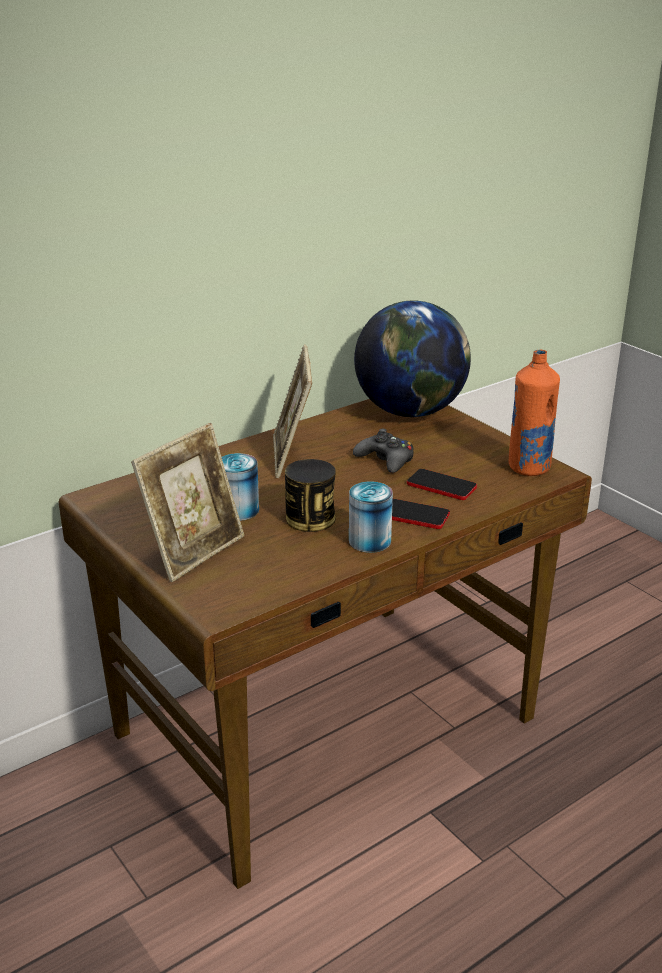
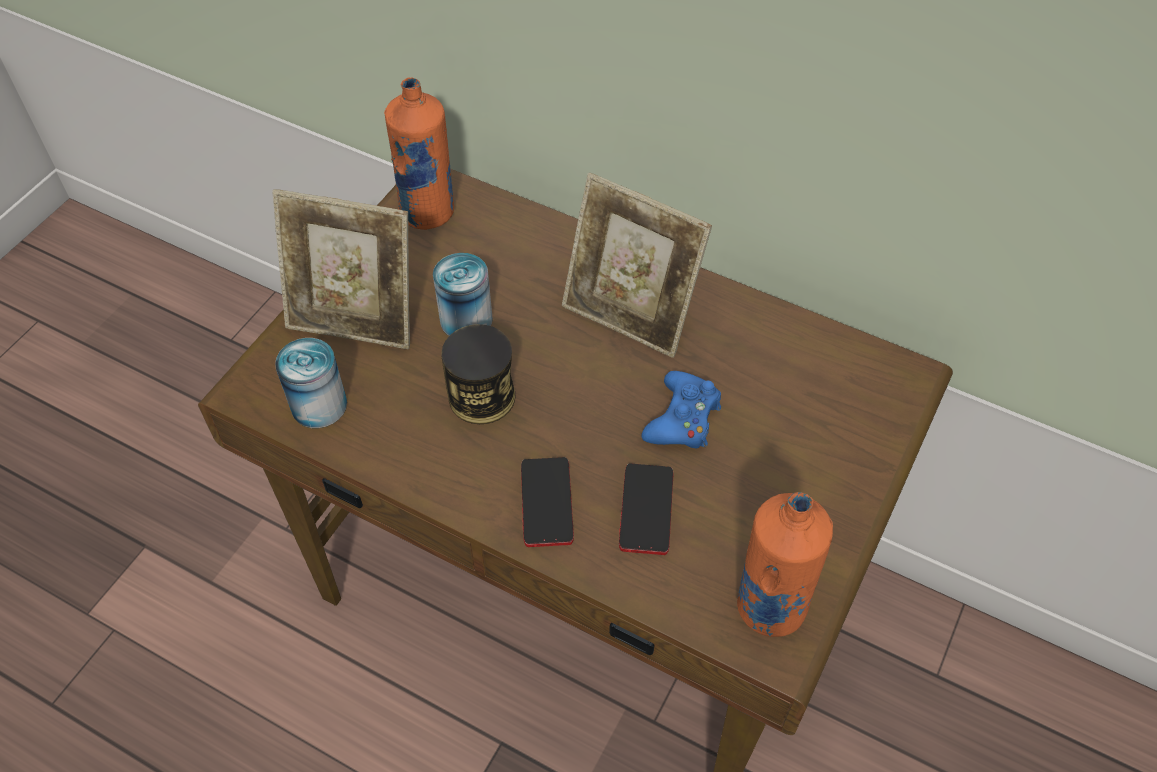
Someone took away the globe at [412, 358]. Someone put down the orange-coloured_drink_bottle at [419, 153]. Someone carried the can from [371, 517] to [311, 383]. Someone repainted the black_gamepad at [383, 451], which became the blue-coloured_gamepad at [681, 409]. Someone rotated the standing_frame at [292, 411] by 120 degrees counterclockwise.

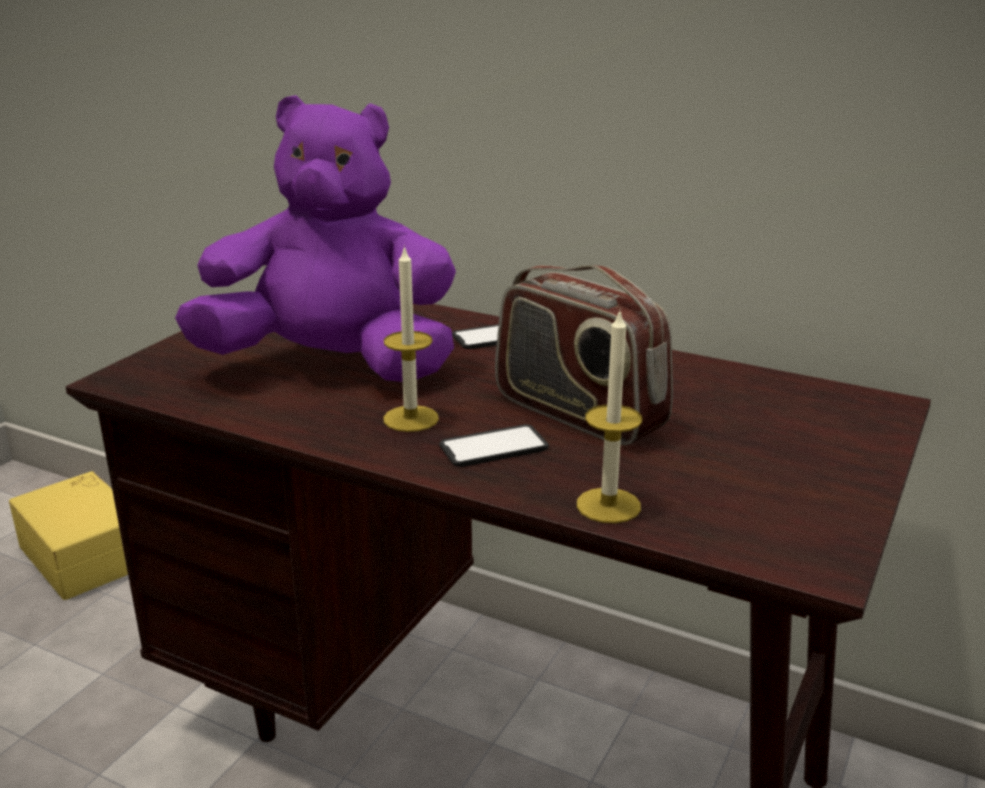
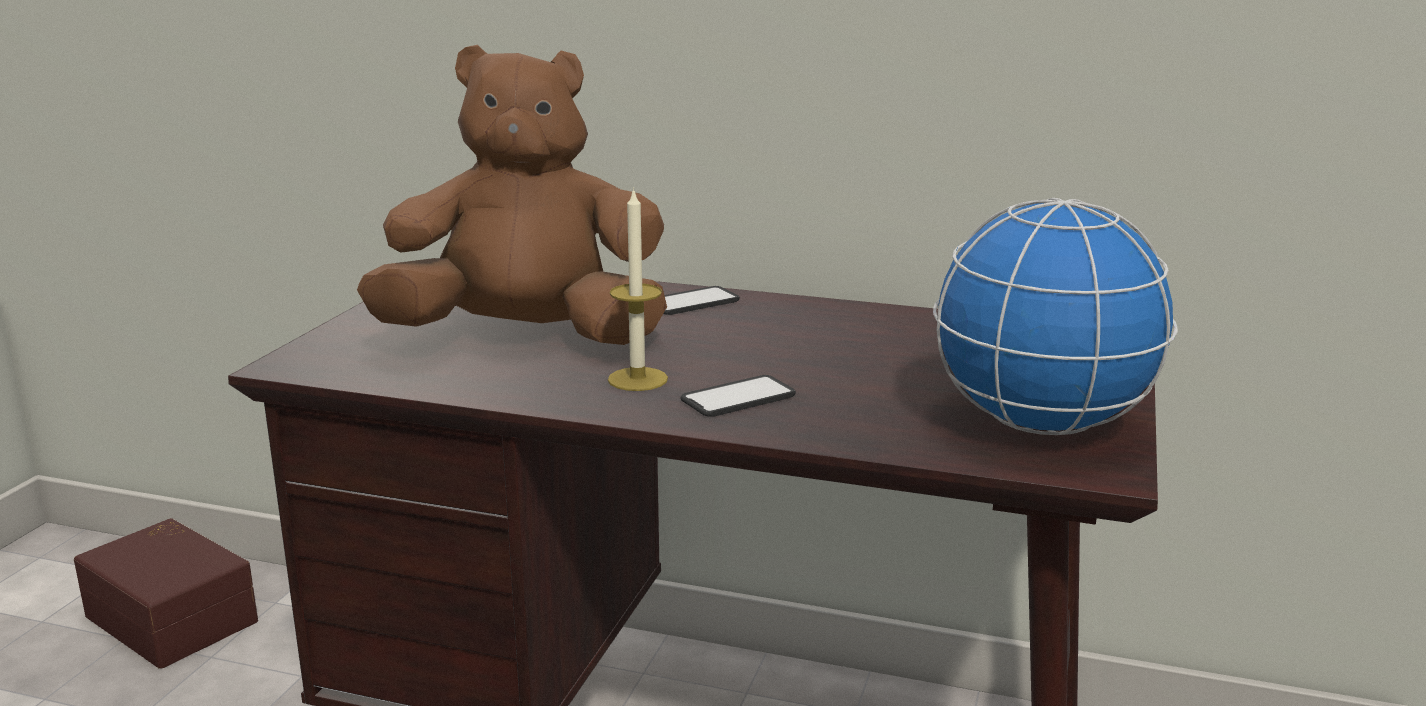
Someone took away the radio_set at [584, 355]. Someone took away the wax_candle at [609, 416]. Someone put down the globe at [1055, 316]. Someone repainted the yellowish_storage_box at [68, 535], which became the brown-coloured_storage_box at [166, 593]. Someone repainted the purple-coloured_plush_toy at [315, 238], which became the brown-coloured_plush_toy at [512, 195].

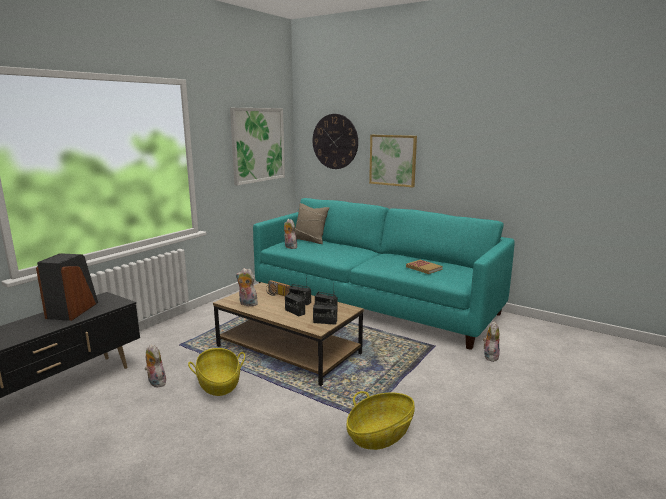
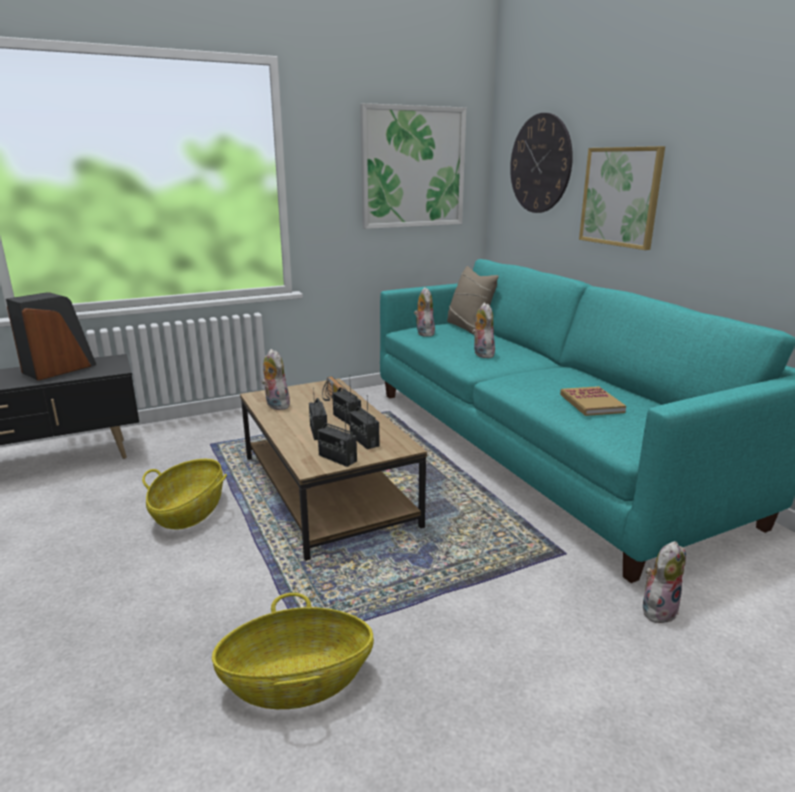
Someone carried the plush_toy from [155, 366] to [483, 330].

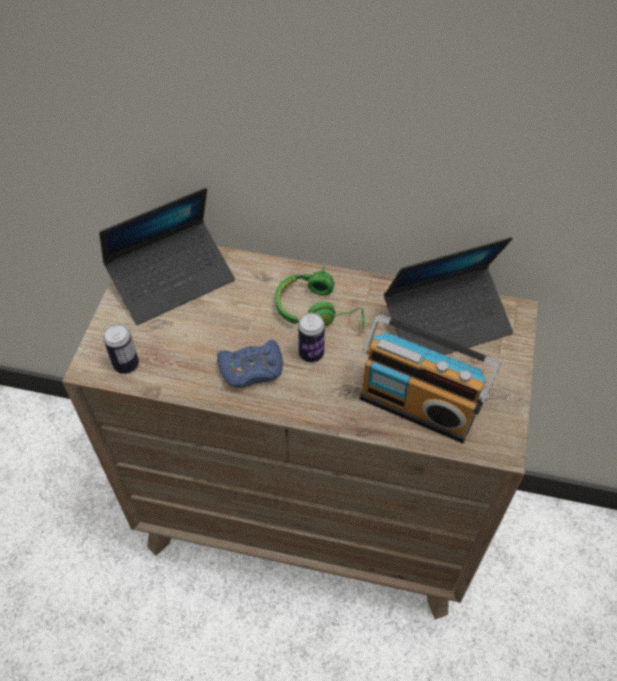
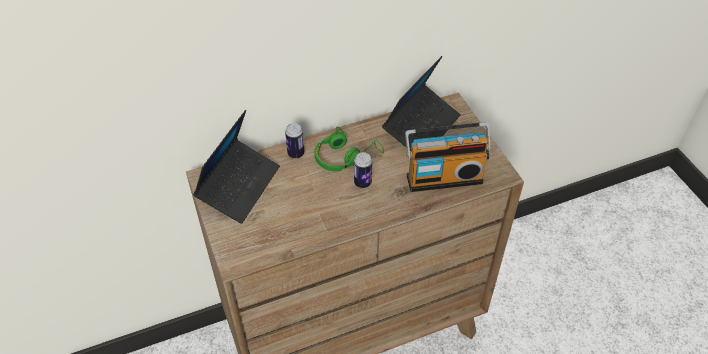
Someone took away the blue-coloured_gamepad at [250, 364]. Someone carried the can from [121, 349] to [295, 140].

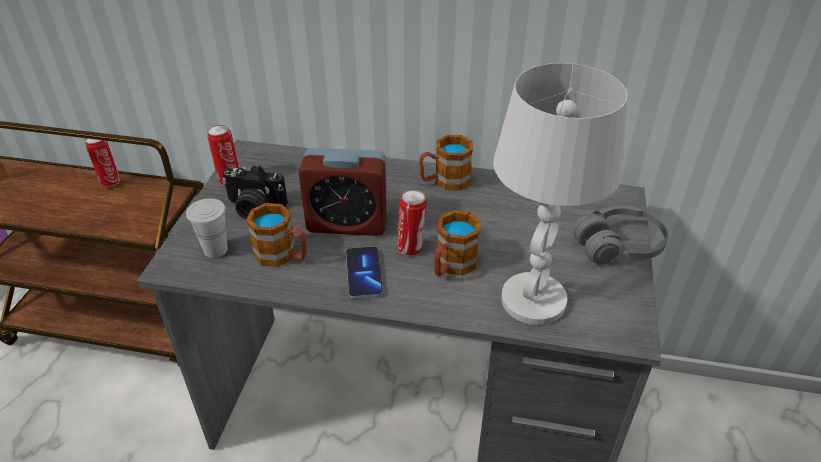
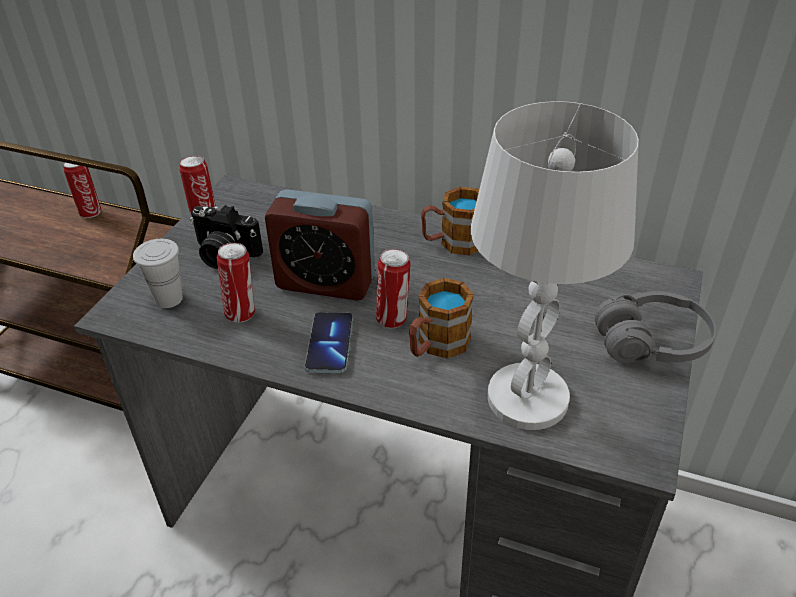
Someone swapped the mug at [276, 235] for the can at [236, 283].

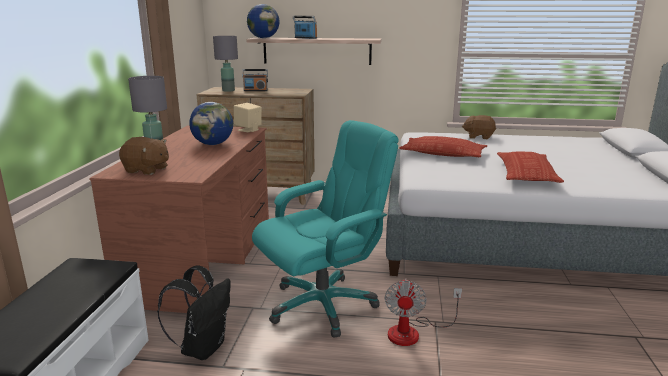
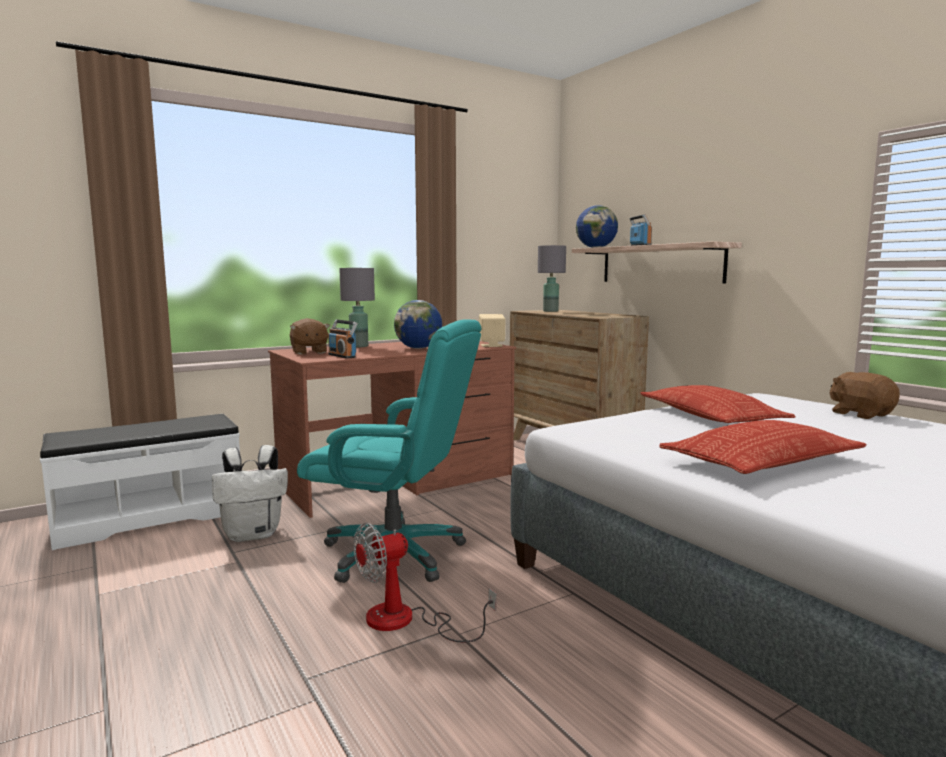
Someone carried the radio_set from [255, 80] to [343, 339]. Someone repainted the black_knapsack at [194, 312], which became the white_knapsack at [250, 493].

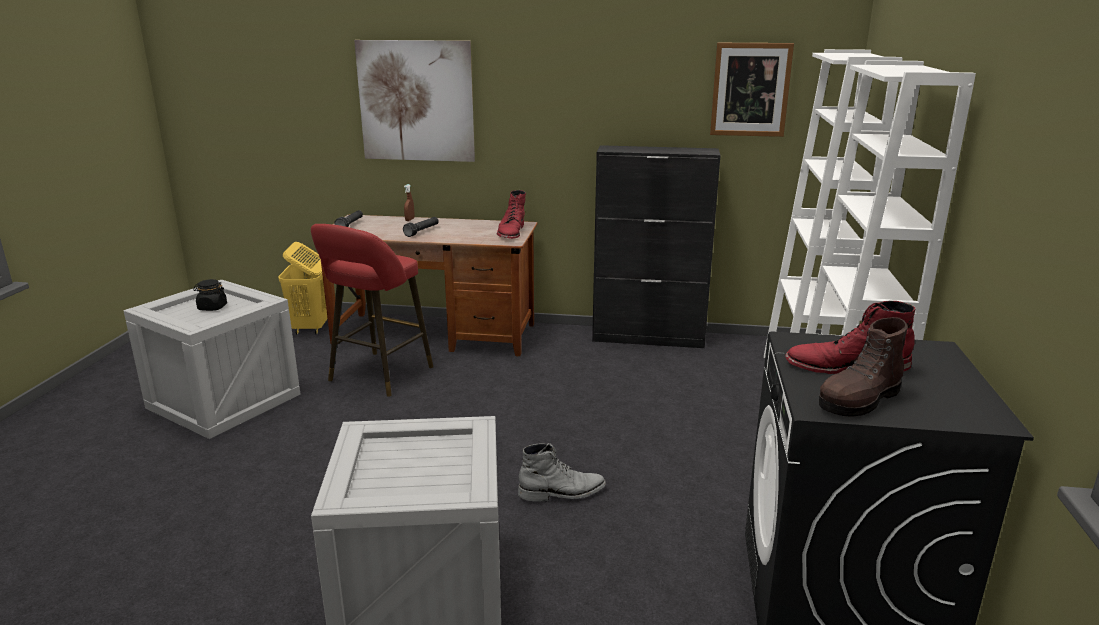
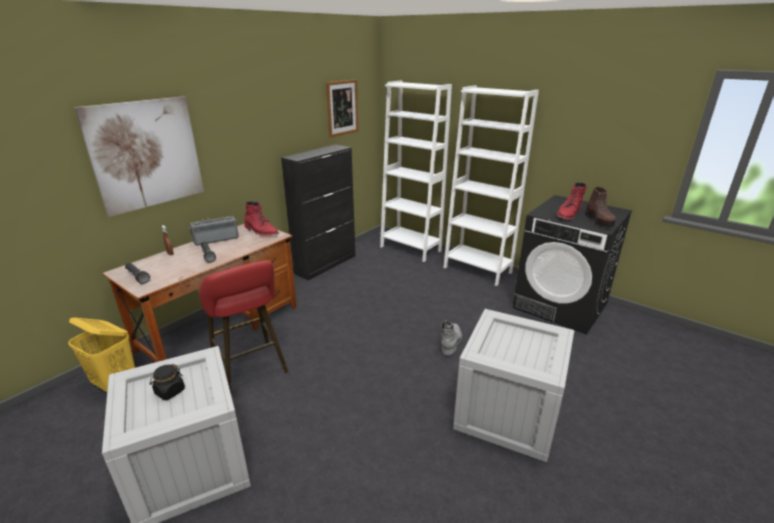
Someone put down the radio_set at [214, 231].

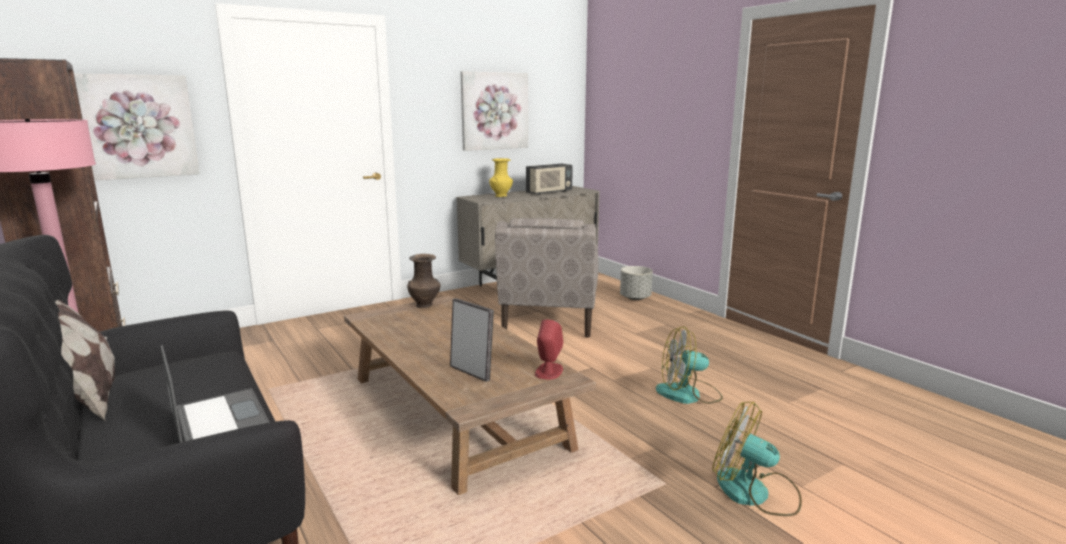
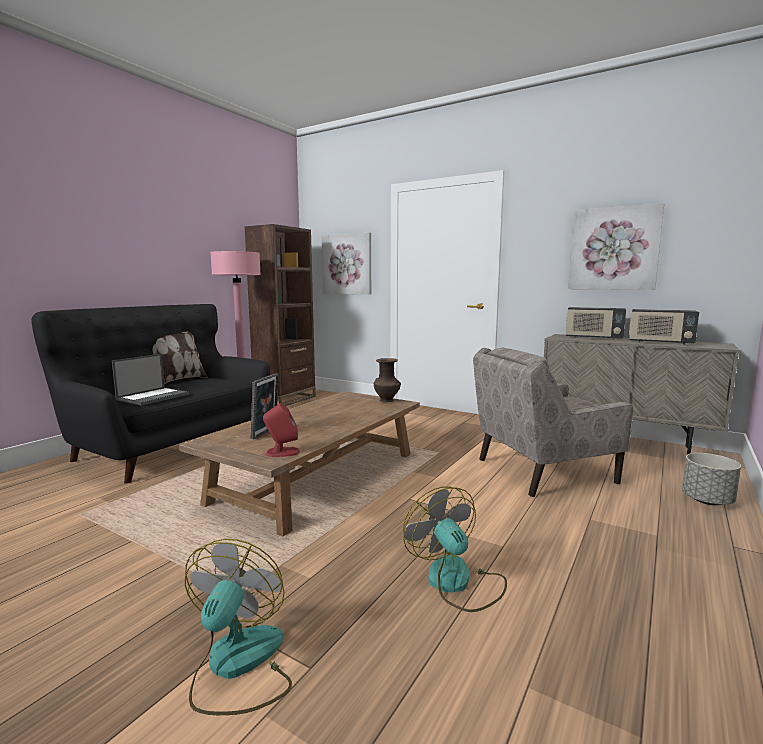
Someone swapped the yellowish_vase at [501, 177] for the radio_set at [596, 323].

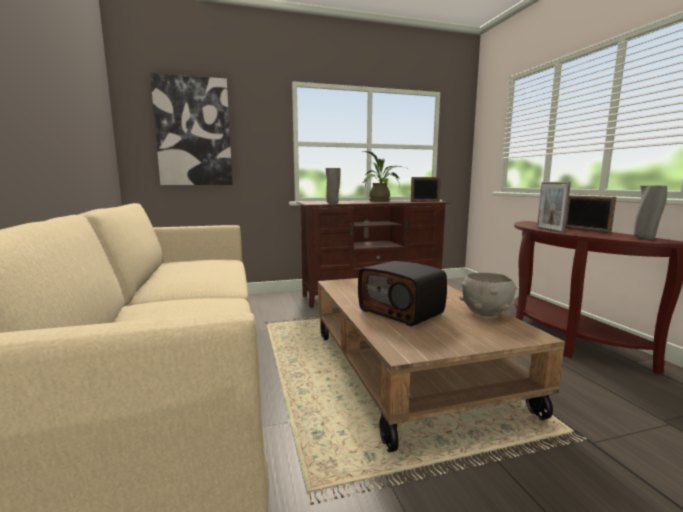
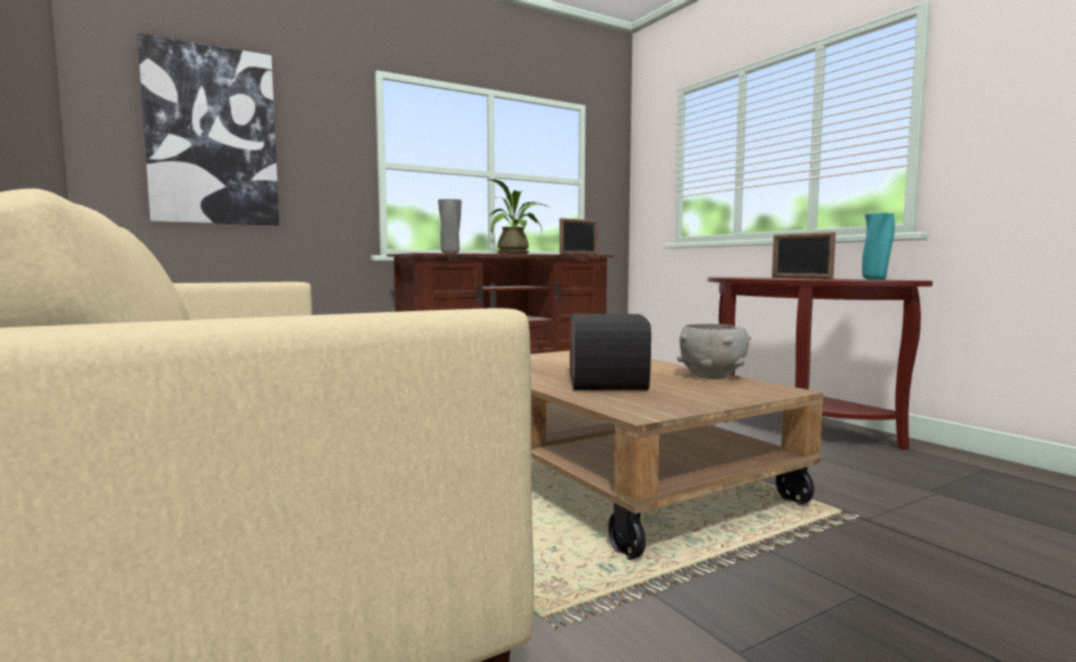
Someone took away the standing_frame at [554, 207]. Someone repainted the grey_vase at [650, 212], which became the turquoise_vase at [878, 246]. Someone rotated the radio_set at [402, 293] by 120 degrees counterclockwise.

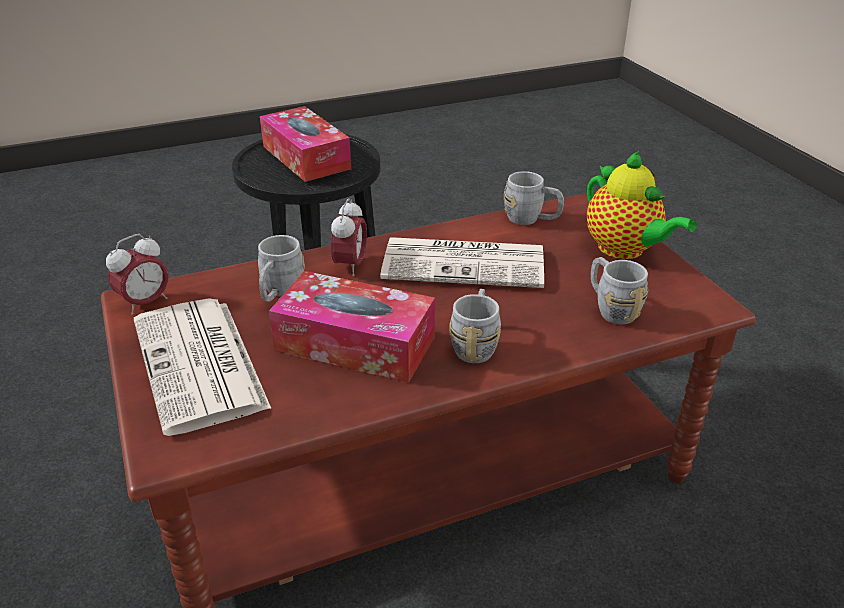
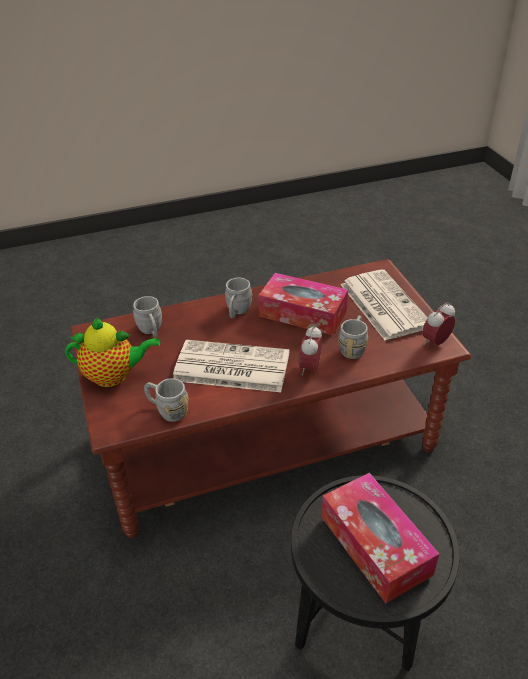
Someone rotated the pot_for_tea at [642, 205] by 120 degrees clockwise.

